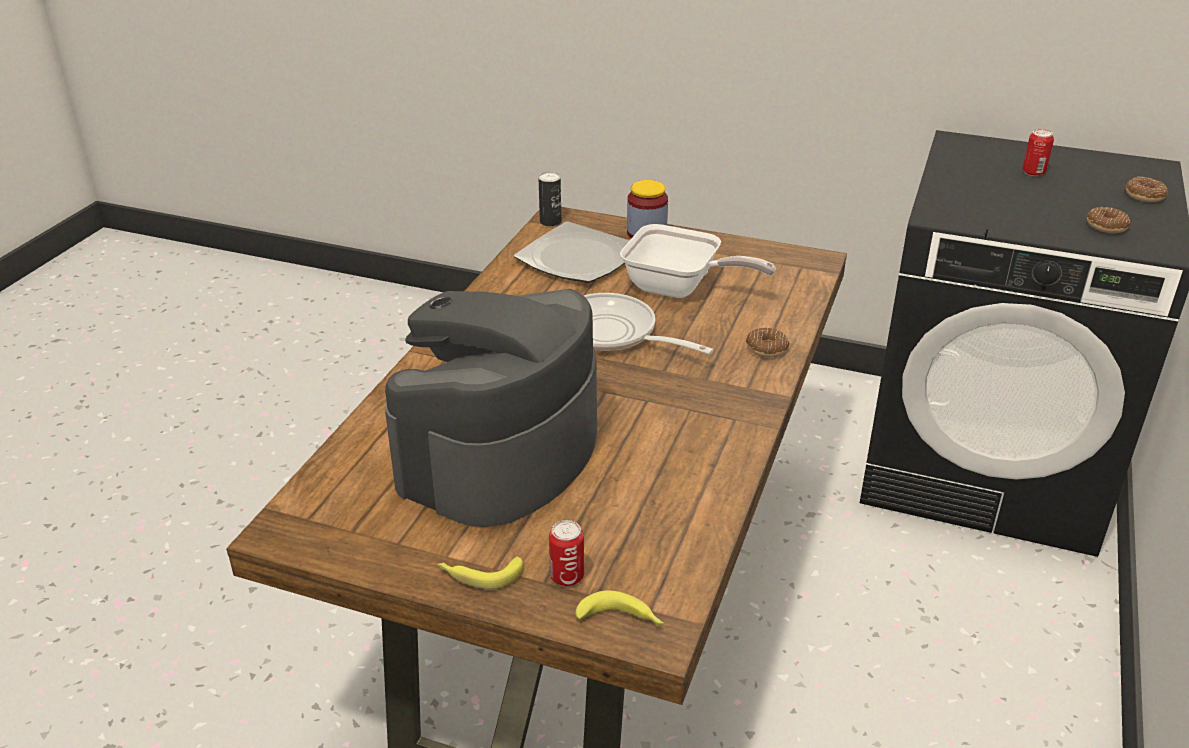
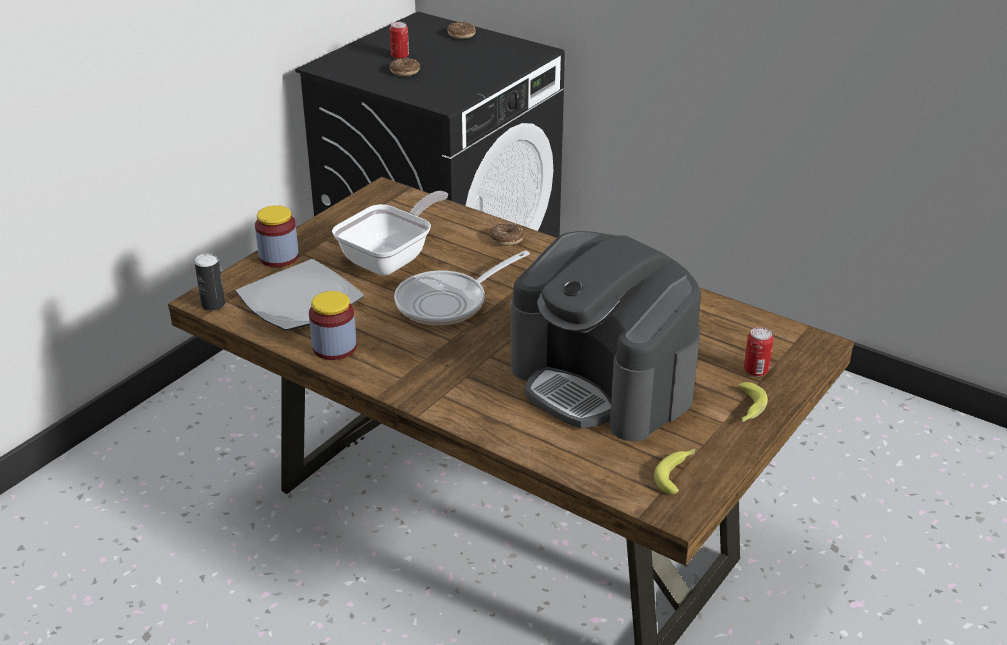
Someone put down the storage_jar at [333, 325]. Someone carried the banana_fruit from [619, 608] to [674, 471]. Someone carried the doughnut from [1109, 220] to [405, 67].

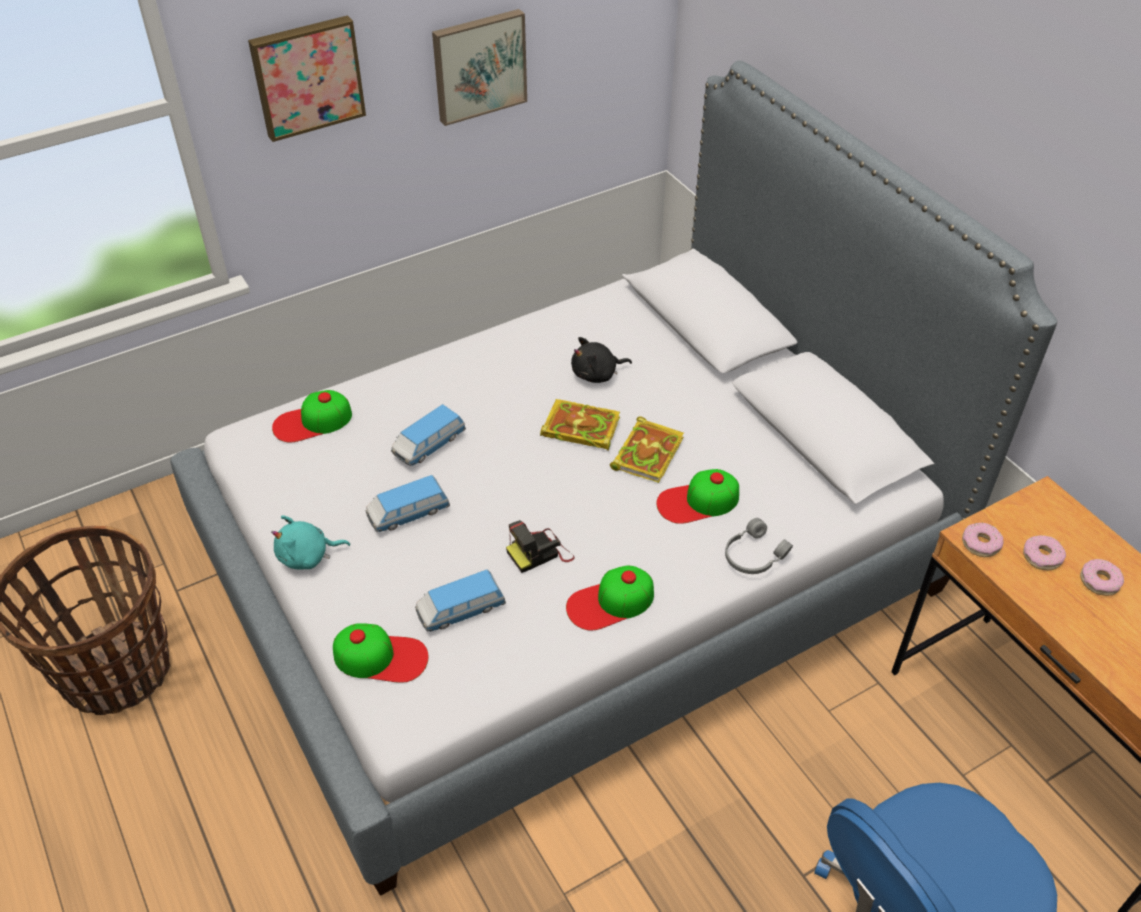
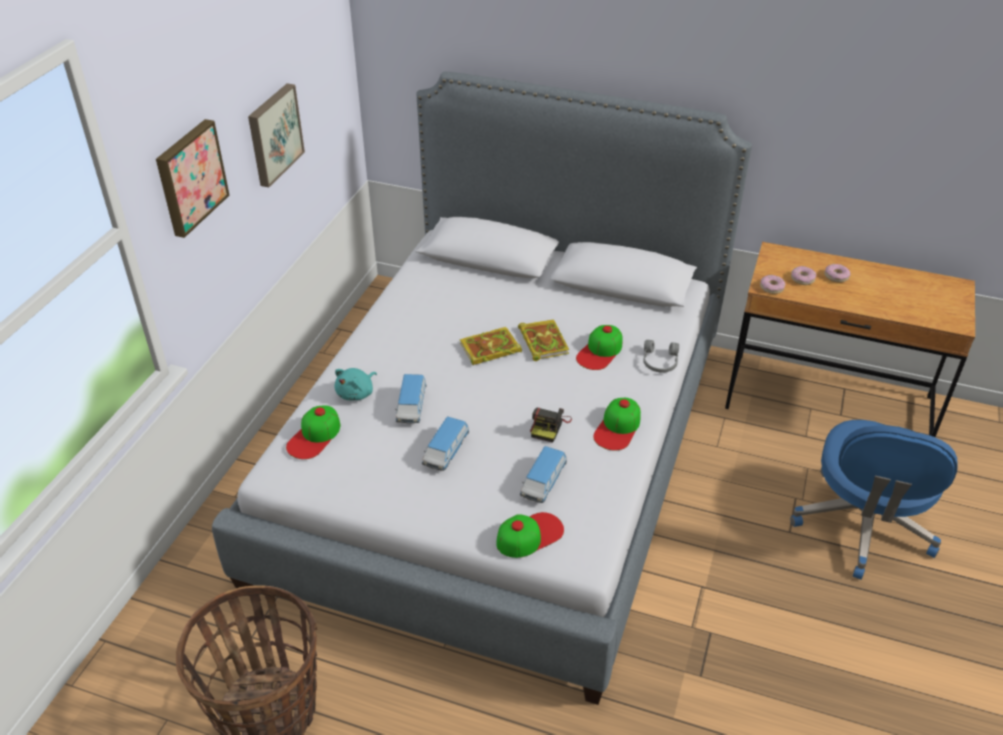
Someone took away the black_plush_toy at [601, 360]. Someone carried the turquoise_plush_toy from [310, 542] to [356, 384].

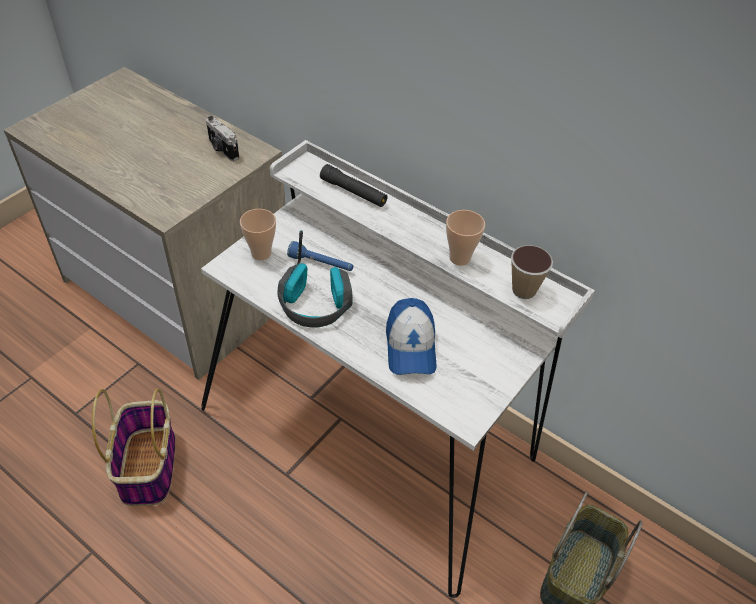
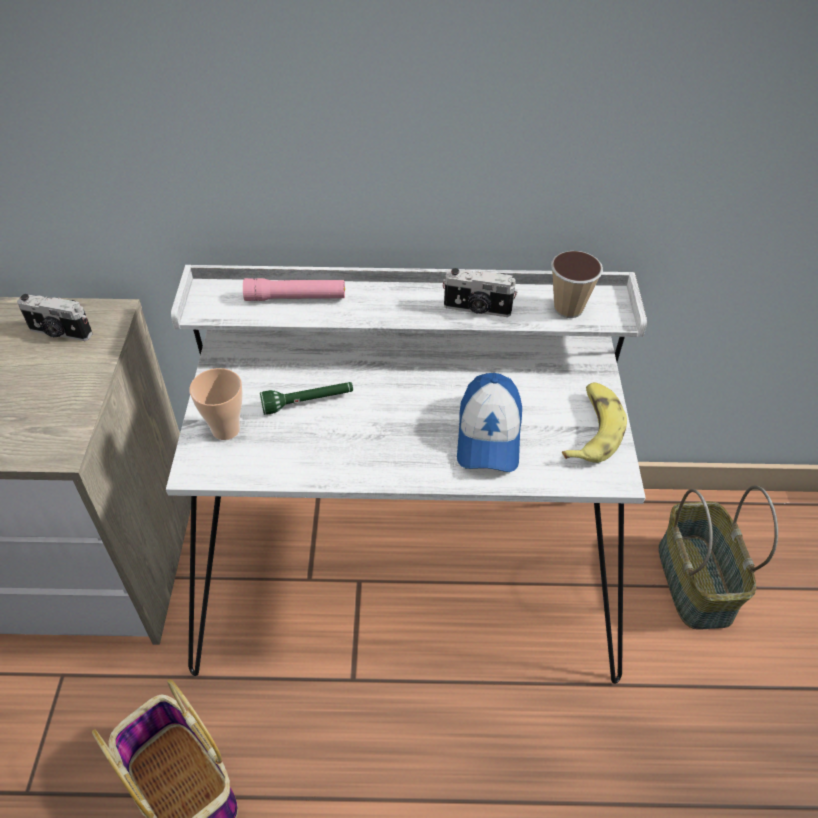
Someone took away the headset at [315, 279]. Someone put down the banana_fruit at [594, 422]. Someone swapped the drinking_cup at [465, 238] for the photo_camera at [480, 292]. Someone repainted the blue-coloured_hand_torch at [320, 256], which became the green_hand_torch at [306, 398]. Someone repainted the black_hand_torch at [353, 185], which became the pink-coloured_hand_torch at [294, 289]. Someone rotated the peaked_cap at [411, 336] by 45 degrees clockwise.

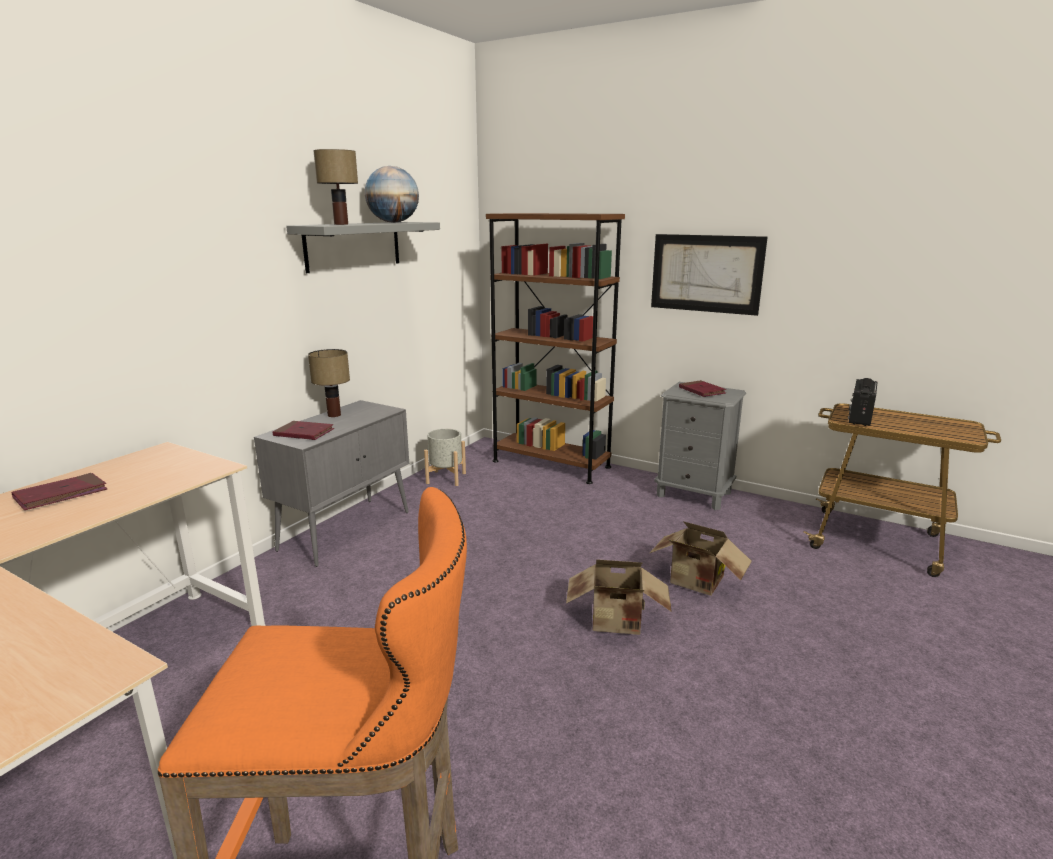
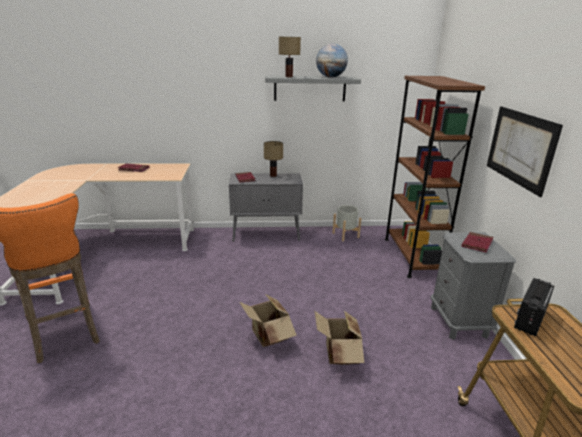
Someone rotated the radio_set at [863, 402] by 45 degrees counterclockwise.

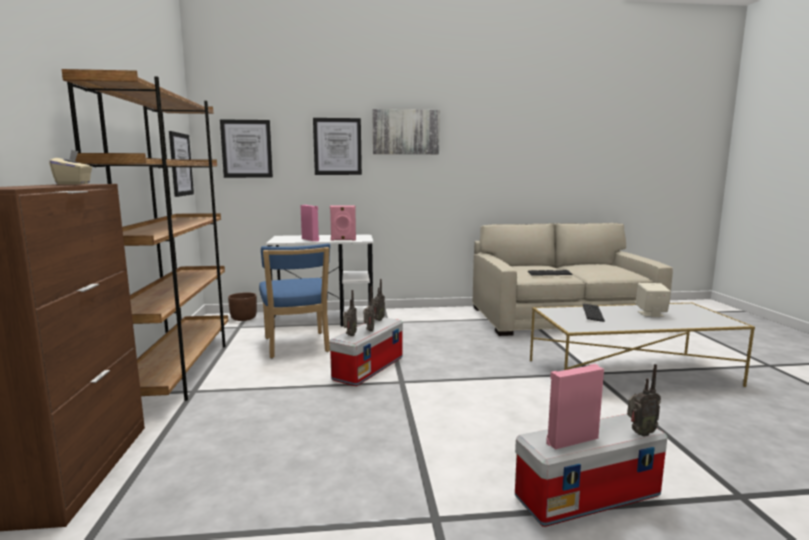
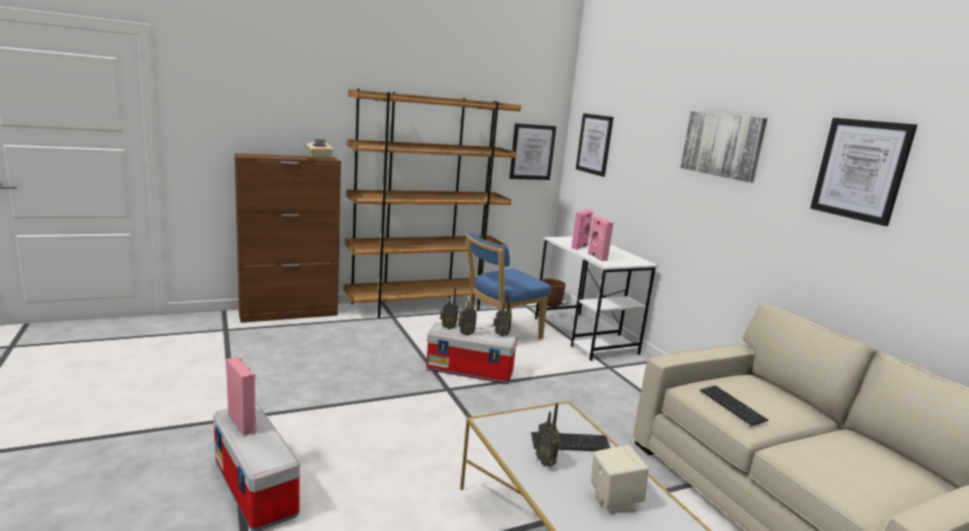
Someone carried the picture from [337, 146] to [863, 172]. Someone carried the radio_set from [644, 400] to [548, 435].

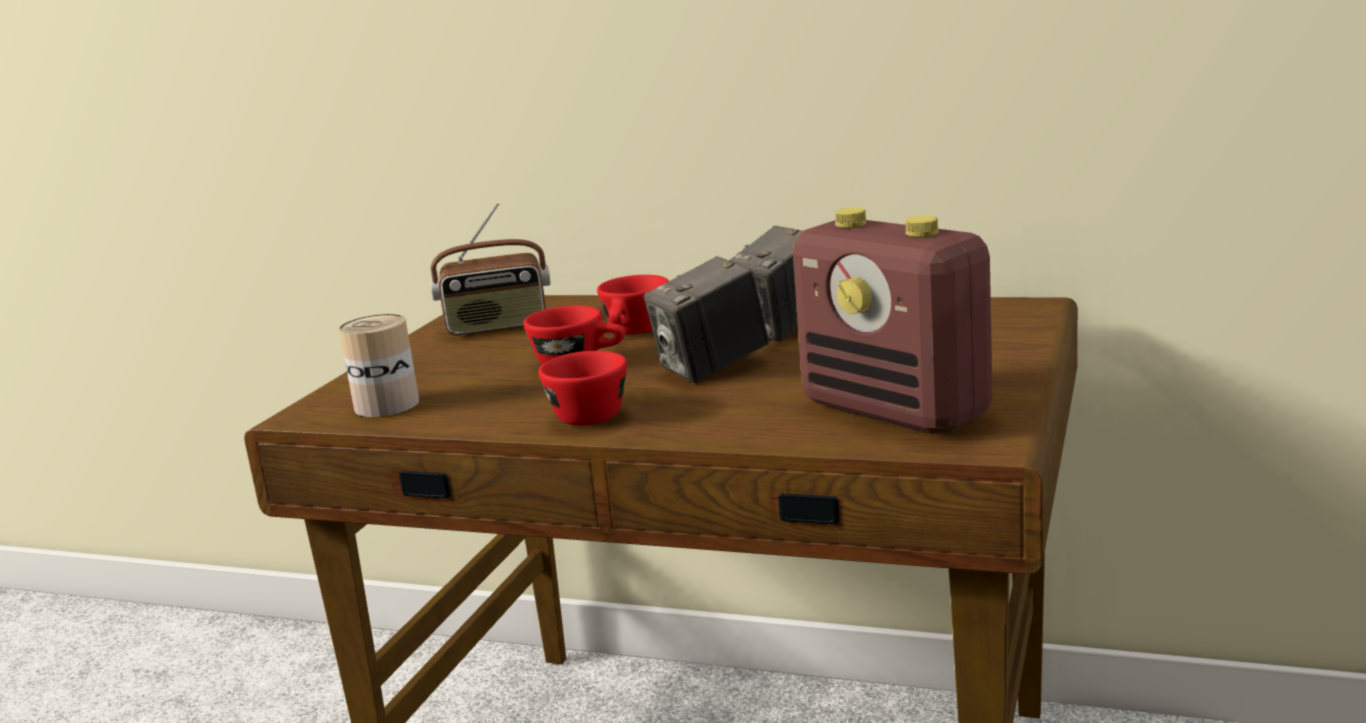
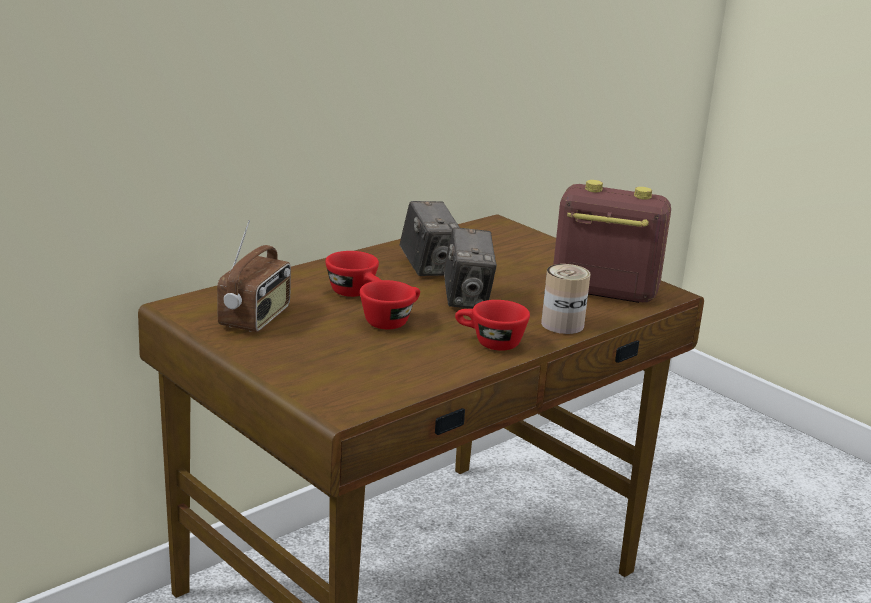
Someone carried the can from [379, 365] to [565, 299]. Someone rotated the radio_set at [892, 321] by 150 degrees counterclockwise.

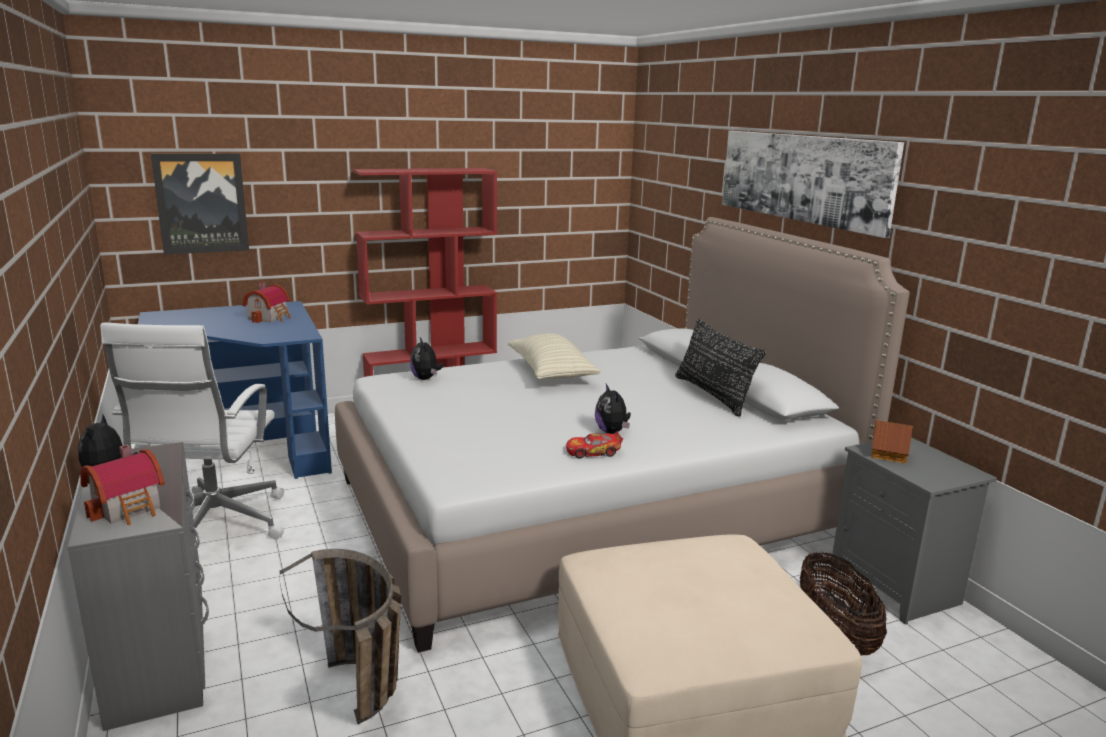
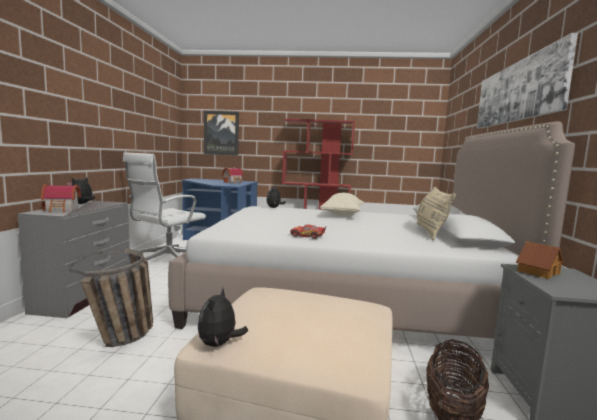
Someone carried the plush_toy from [613, 409] to [223, 317]. Someone repainted the black_pillow at [720, 368], which became the beige_pillow at [436, 213].

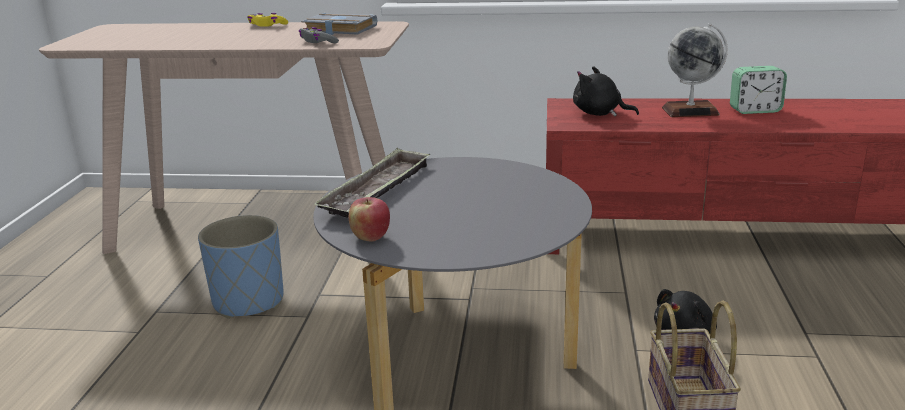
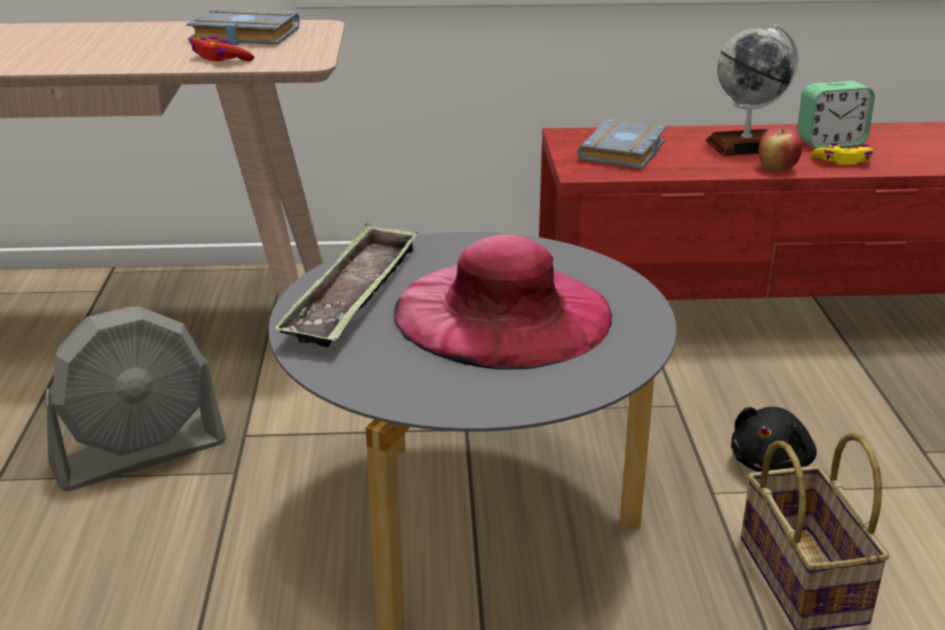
Someone put down the pink-coloured_wearable_hat at [503, 302]. Someone carried the yellowish_gamepad from [267, 20] to [842, 154]. Someone carried the whole_apple from [369, 219] to [780, 150]. Someone swapped the blue-coloured_planter at [241, 267] for the grey_cooling_fan at [136, 398]. Someone swapped the black_plush_toy at [606, 91] for the grey_volume at [621, 144]. Someone repainted the grey_gamepad at [319, 35], which became the red_gamepad at [222, 48].

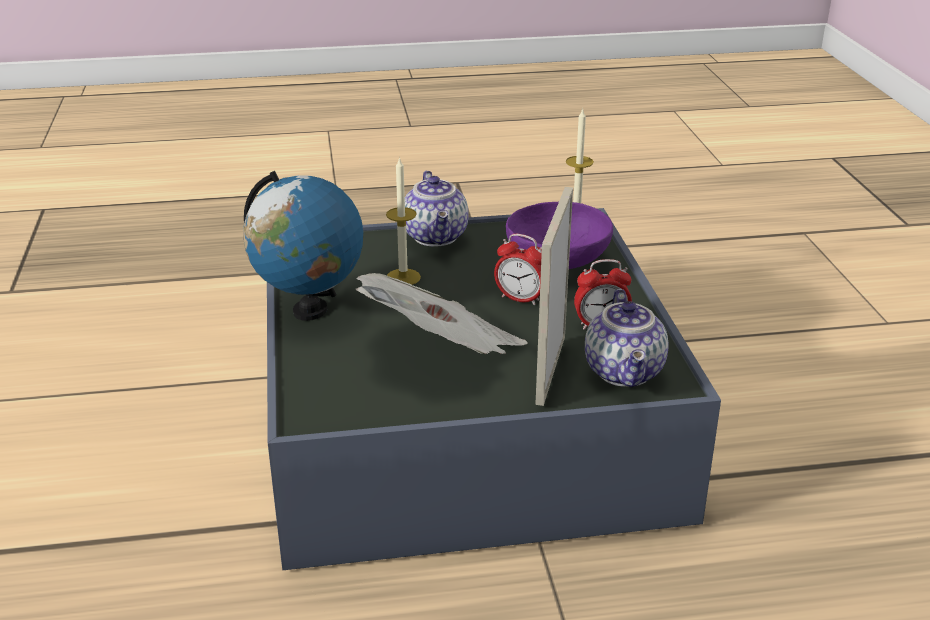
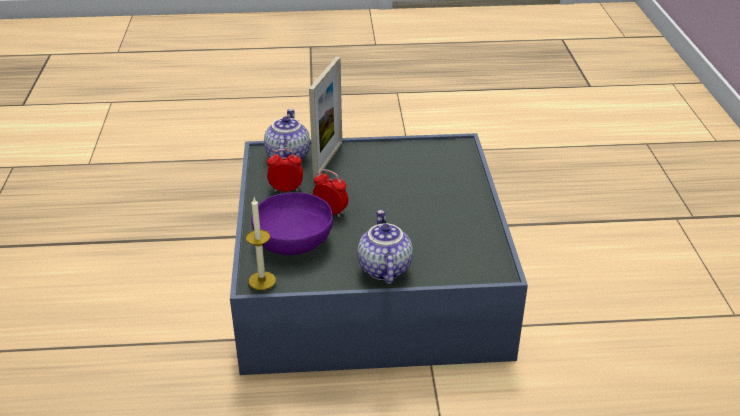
Someone took away the globe at [303, 246]. Someone took away the printed_paper at [441, 314]. Someone took away the wax_candle at [403, 221].

